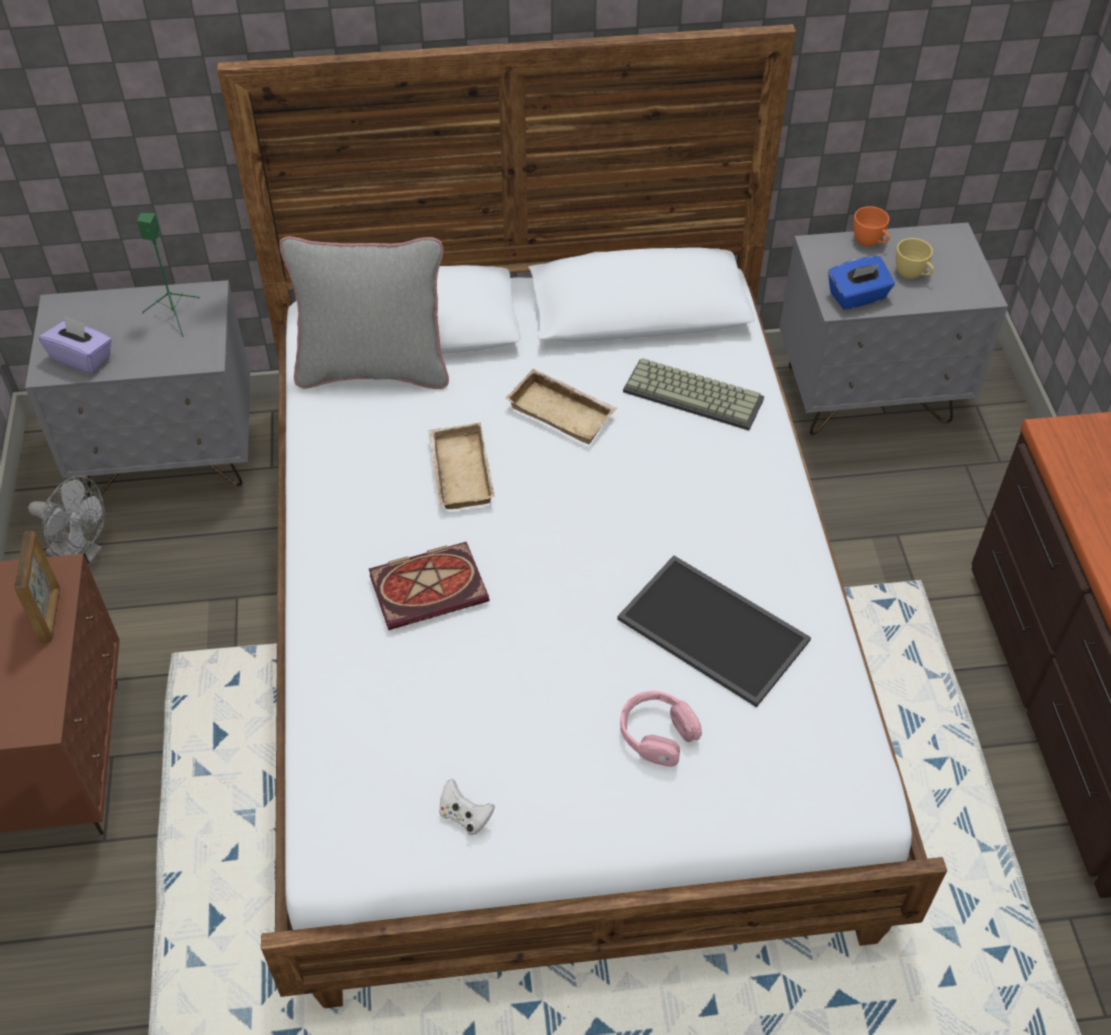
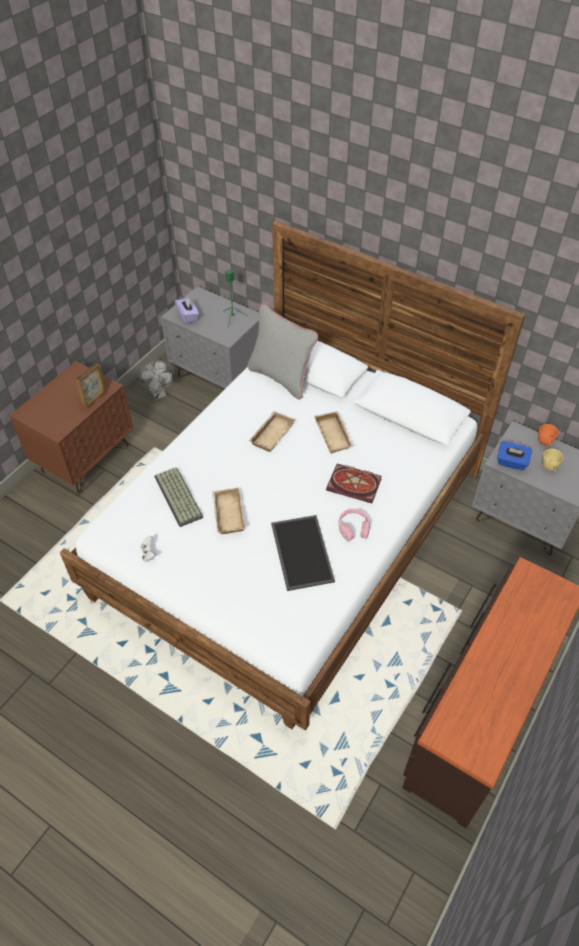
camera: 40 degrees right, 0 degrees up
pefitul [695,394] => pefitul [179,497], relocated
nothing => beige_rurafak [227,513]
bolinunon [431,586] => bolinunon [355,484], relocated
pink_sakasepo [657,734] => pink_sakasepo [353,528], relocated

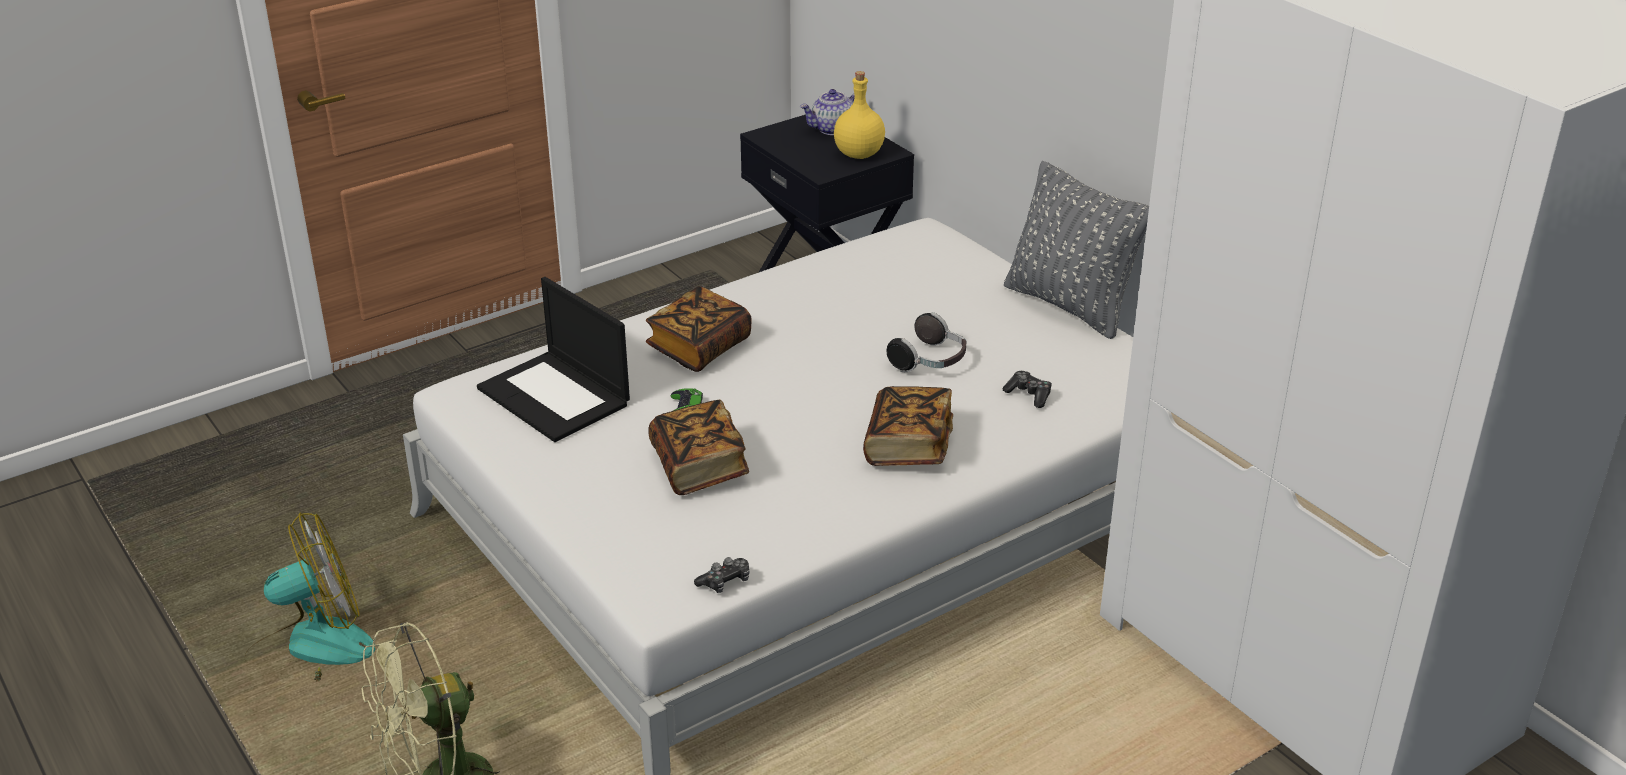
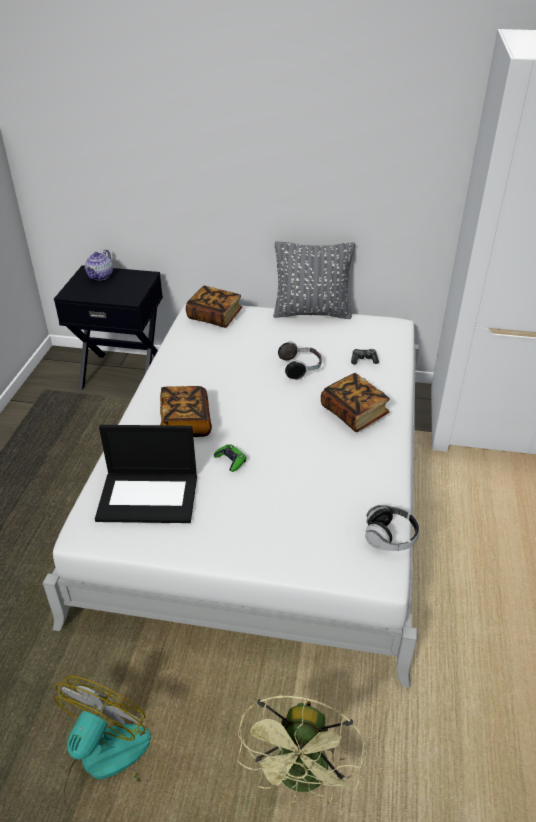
camera: 45 degrees left, 5 degrees up
bolinunon [699,467] => bolinunon [214,317], relocated
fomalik [725,582] => sakasepo [390,537]
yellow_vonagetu [858,154] => nothing

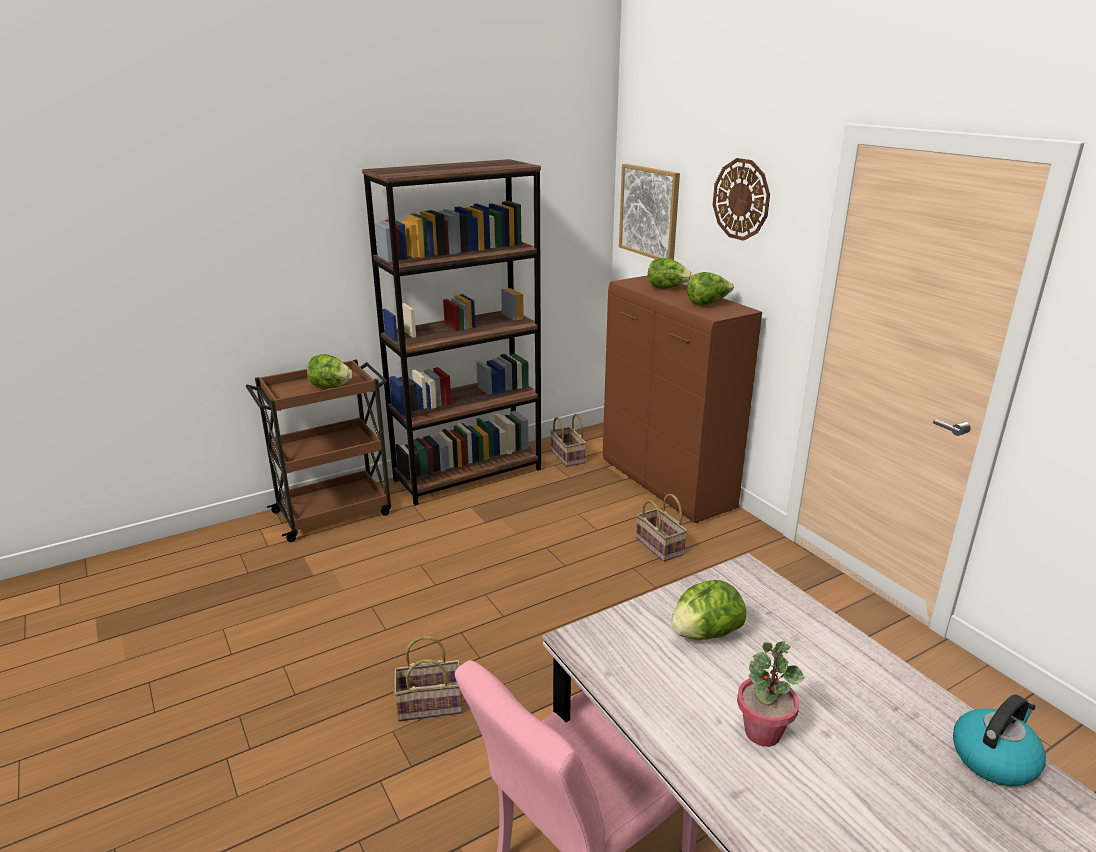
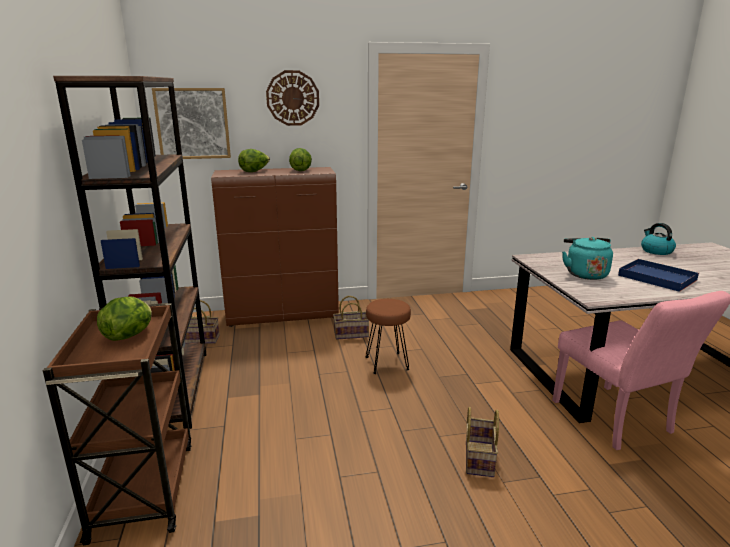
camera: 70 degrees left, 5 degrees down
nothing => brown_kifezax [387,363]
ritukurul [705,634] => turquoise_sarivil [584,274]
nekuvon [762,732] => blue_rurafak [655,277]

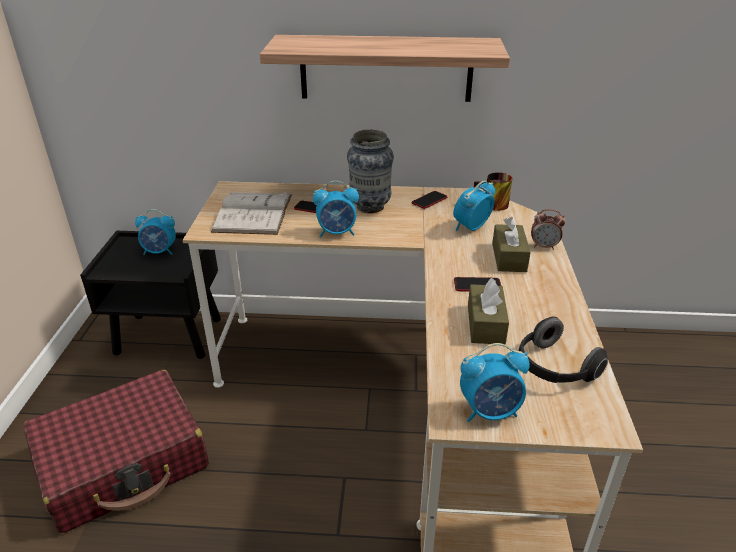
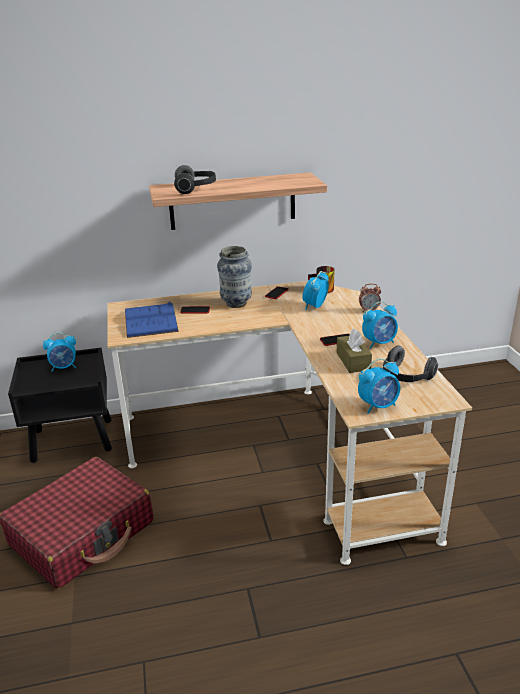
camera: 15 degrees left, 5 degrees down
white_bolinunon [253,213] => blue_bolinunon [150,320]
nothing => sakasepo [196,188]
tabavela [337,233] => tabavela [379,343], relocated
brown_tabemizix [509,257] => nothing

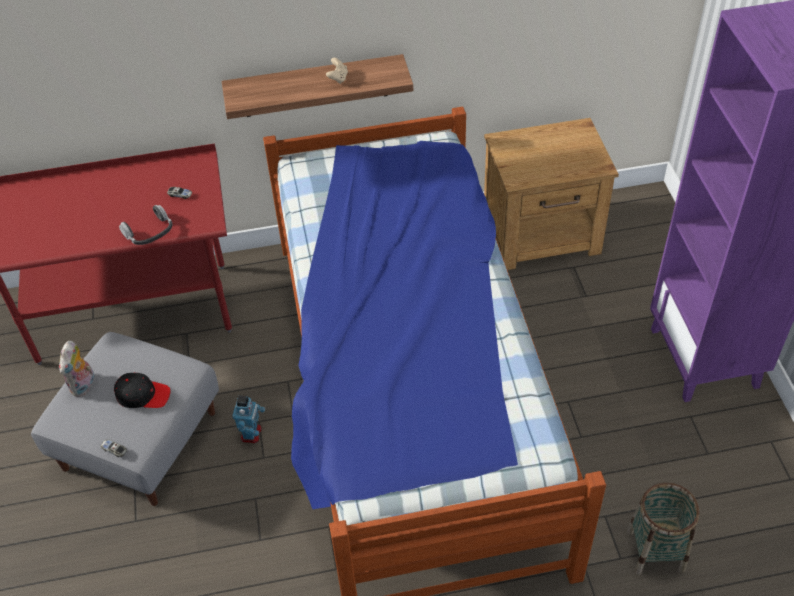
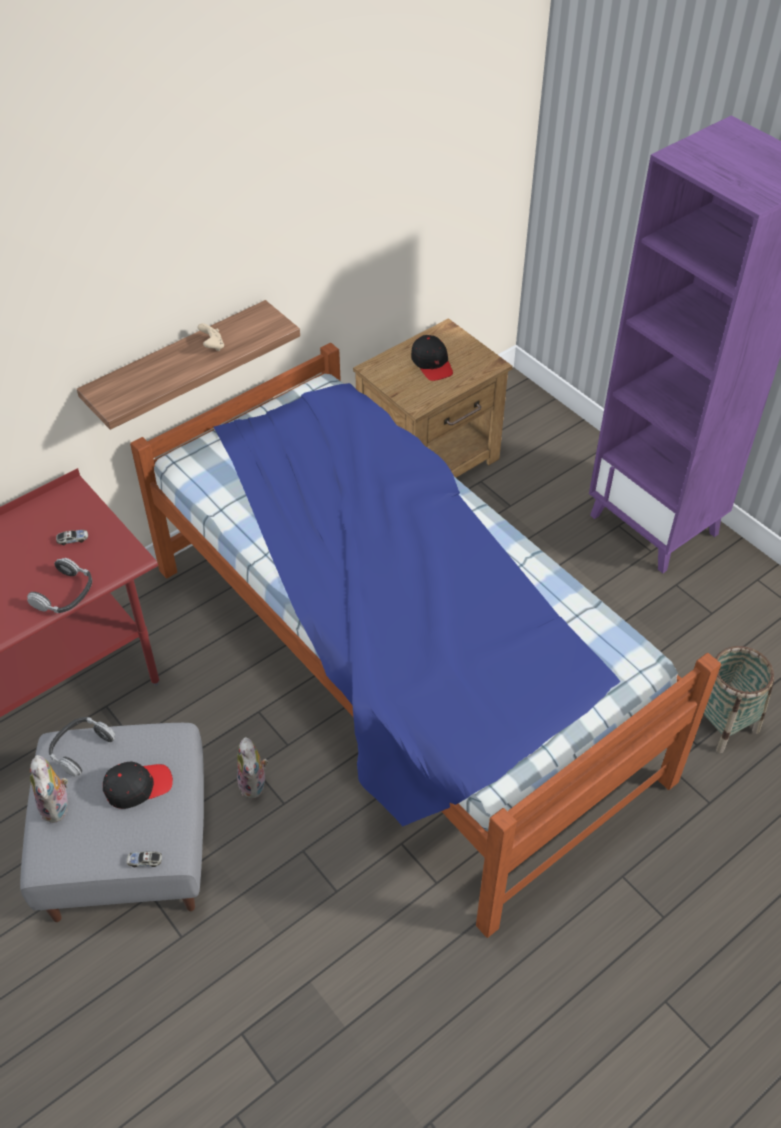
camera: 30 degrees left, 0 degrees up
nothing => sakasepo [81,748]
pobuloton [252,434] => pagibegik [255,784]
nothing => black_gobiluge [432,363]

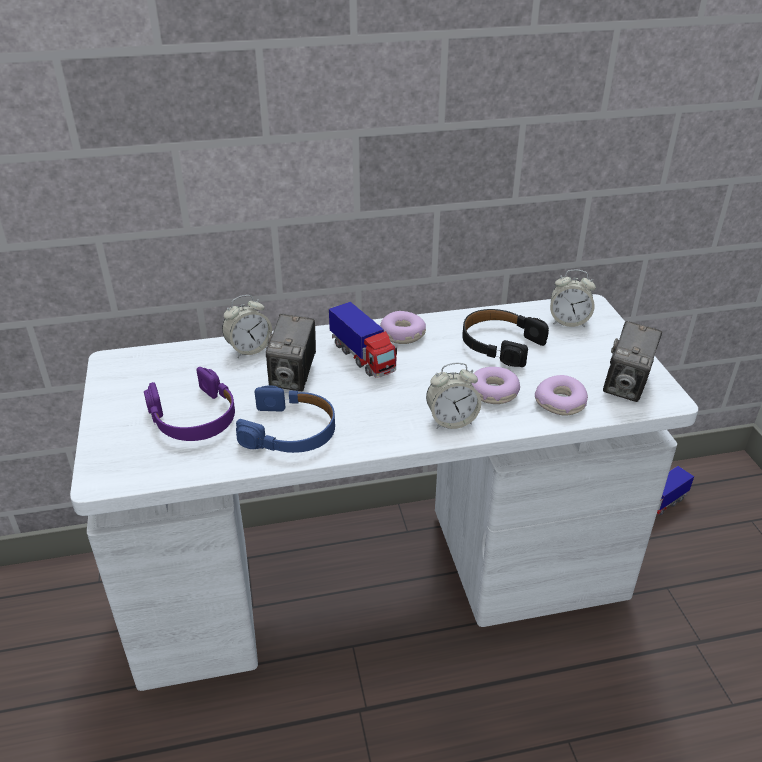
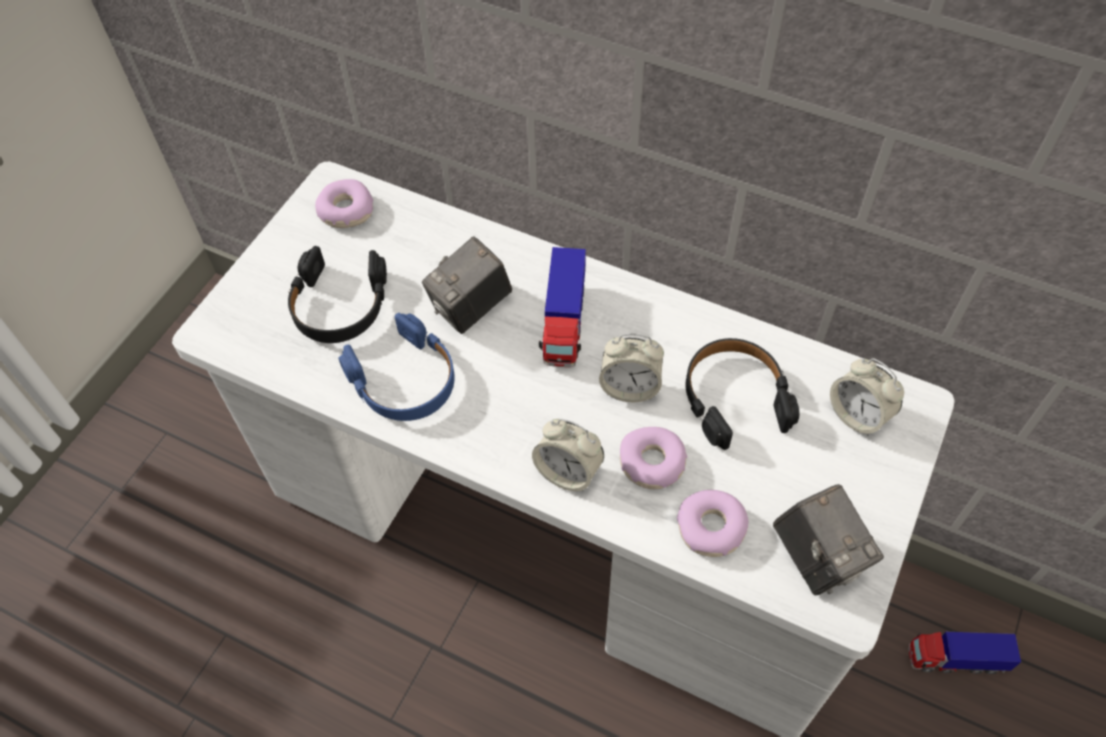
camera: 40 degrees right, 20 degrees up
purple_sakasepo [194,417] => black_sakasepo [339,305]
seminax [402,335] => seminax [345,211], relocated
tabavela [249,349] => tabavela [630,387], relocated
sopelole [626,386] => sopelole [817,557], 90 degrees counterclockwise

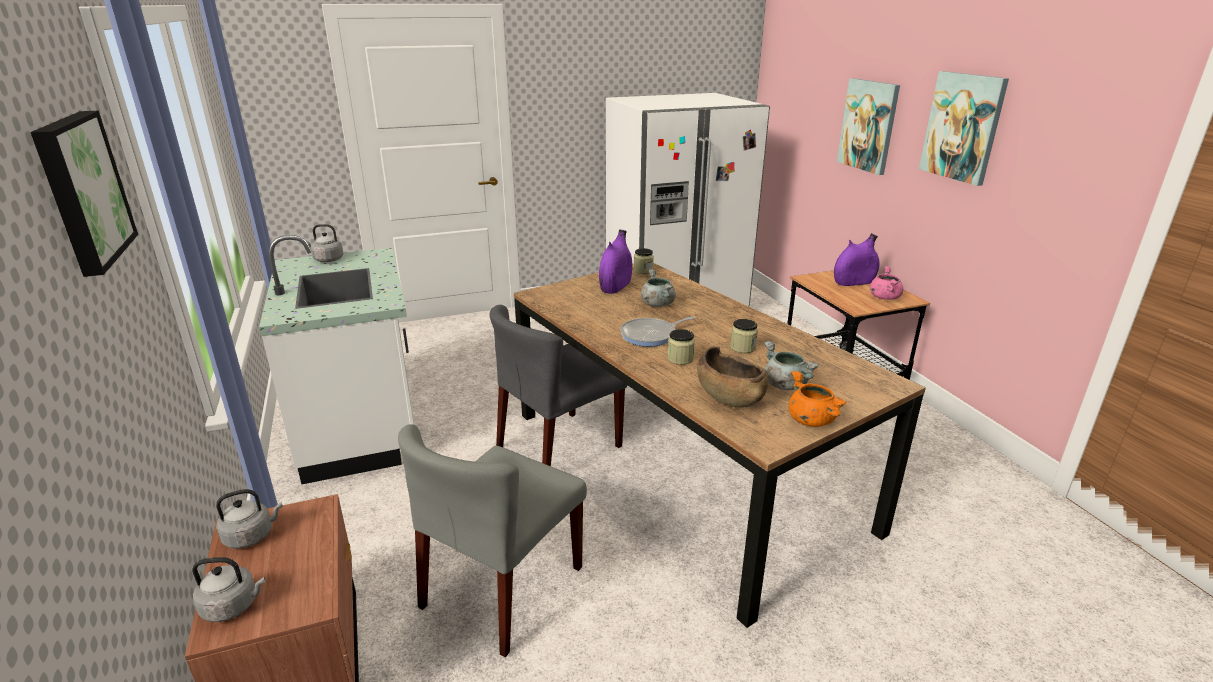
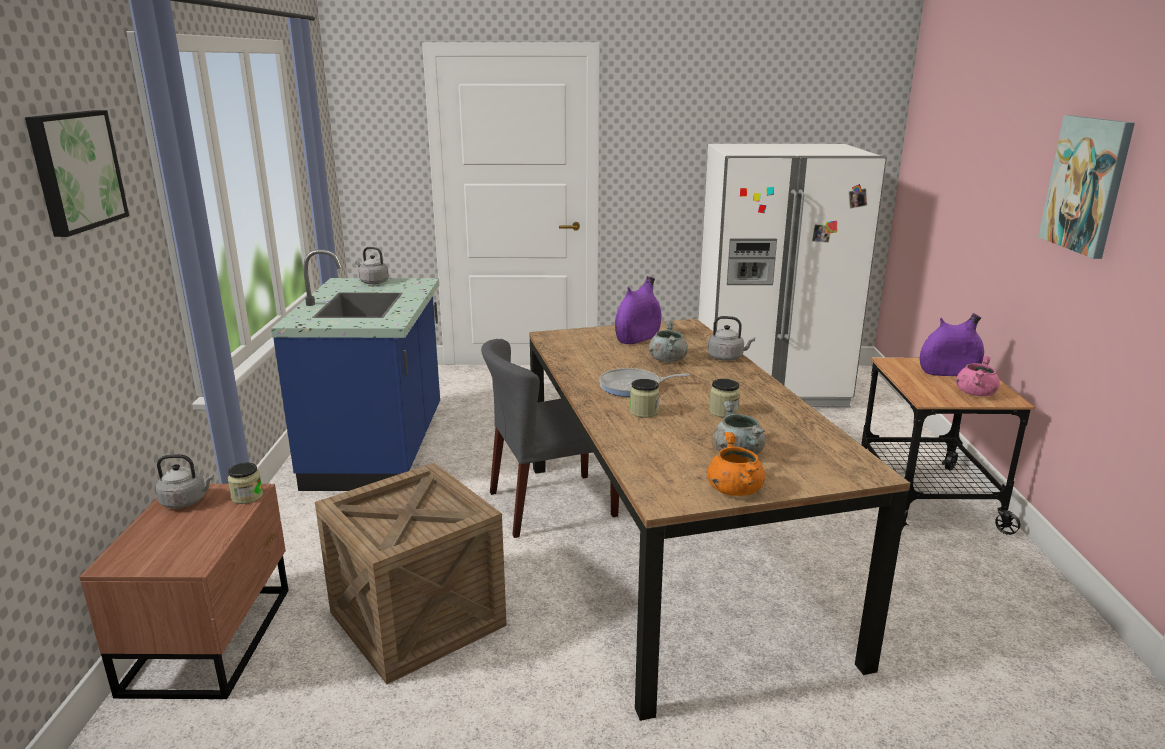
camera: 20 degrees right, 5 degrees down
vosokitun [643,271] => vosokitun [247,496], relocated
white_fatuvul [362,425] => blue_fatuvul [379,450]
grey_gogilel [502,587] => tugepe [417,619]
grey_sarivil [233,606] => grey_sarivil [727,358], relocated
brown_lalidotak [729,394] => nothing
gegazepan [868,125] => nothing

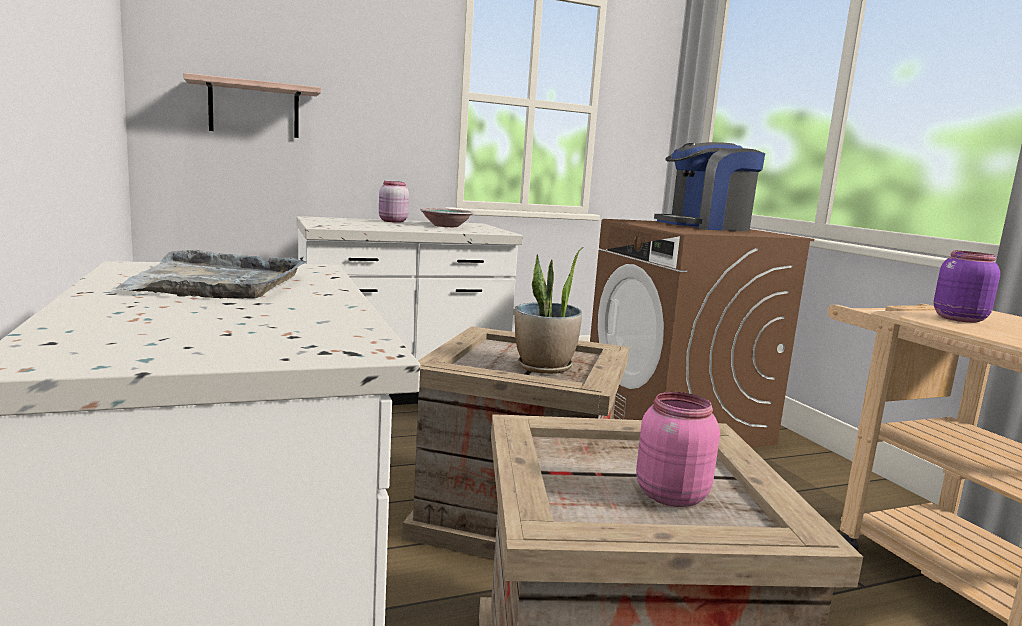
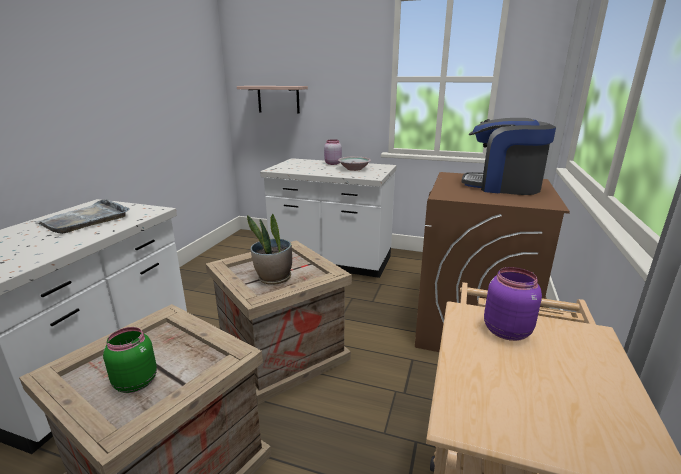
camera: 40 degrees right, 10 degrees up
pink_vosokitun [668,495] => green_vosokitun [135,382]

